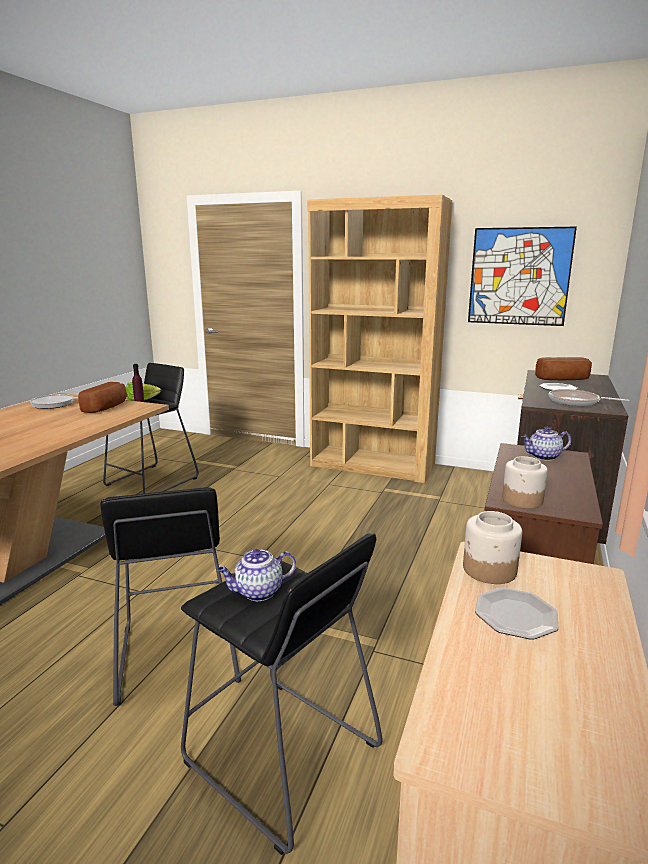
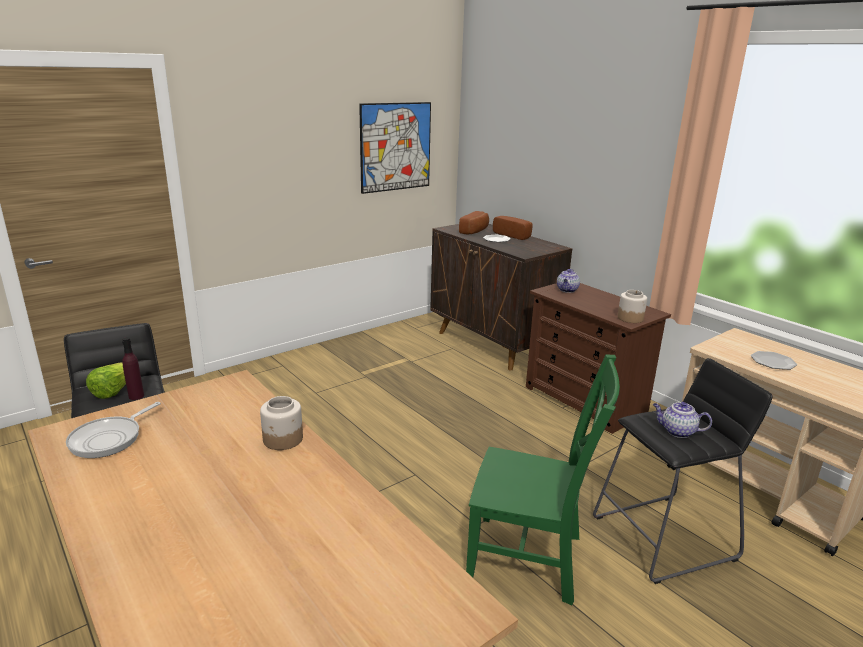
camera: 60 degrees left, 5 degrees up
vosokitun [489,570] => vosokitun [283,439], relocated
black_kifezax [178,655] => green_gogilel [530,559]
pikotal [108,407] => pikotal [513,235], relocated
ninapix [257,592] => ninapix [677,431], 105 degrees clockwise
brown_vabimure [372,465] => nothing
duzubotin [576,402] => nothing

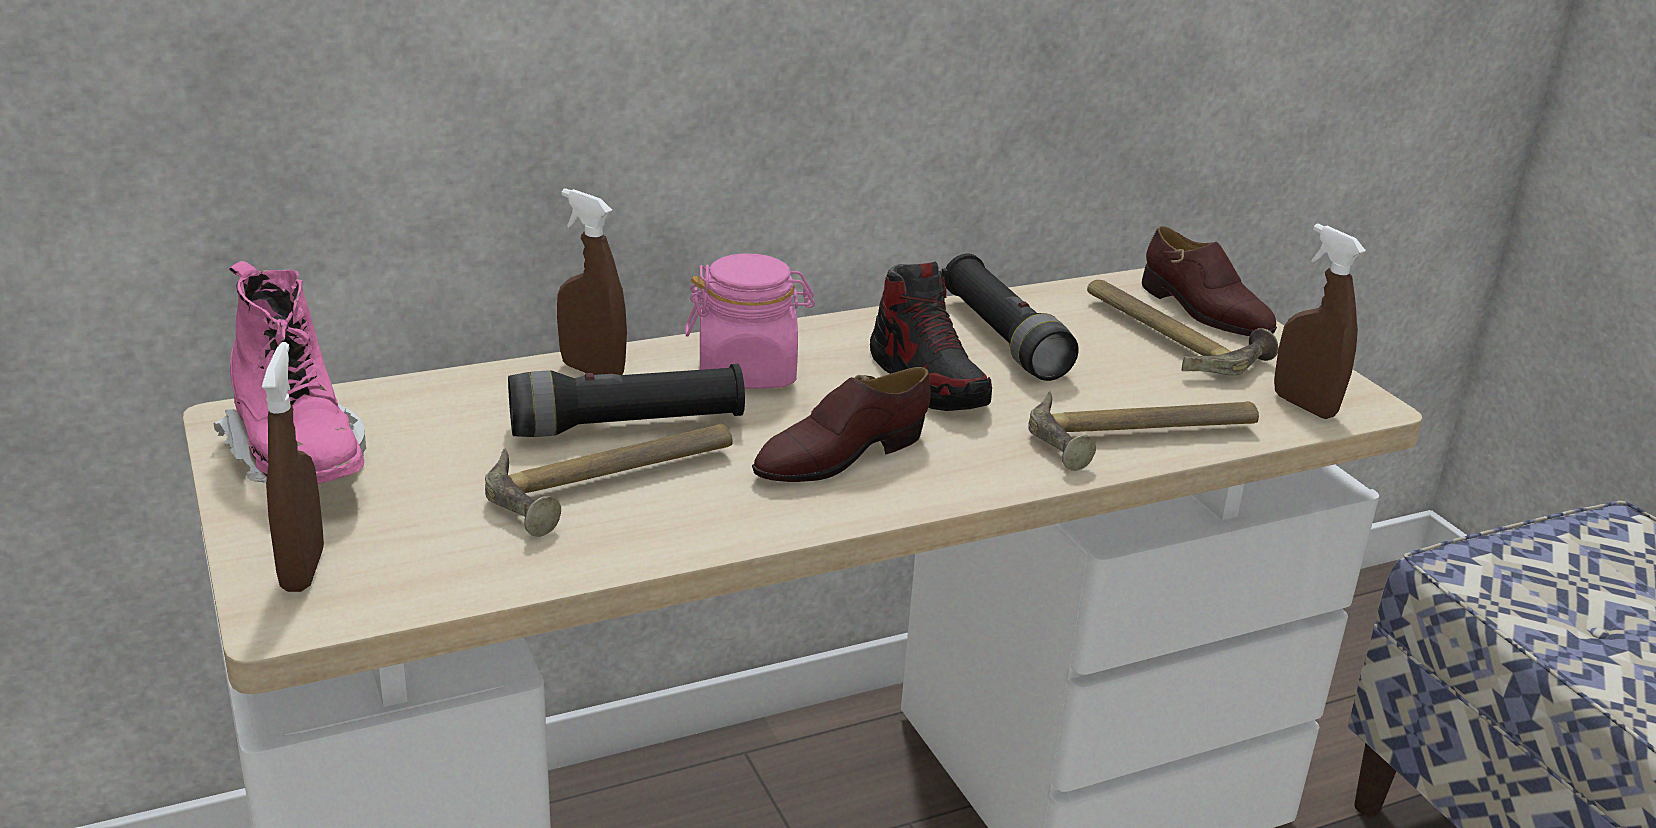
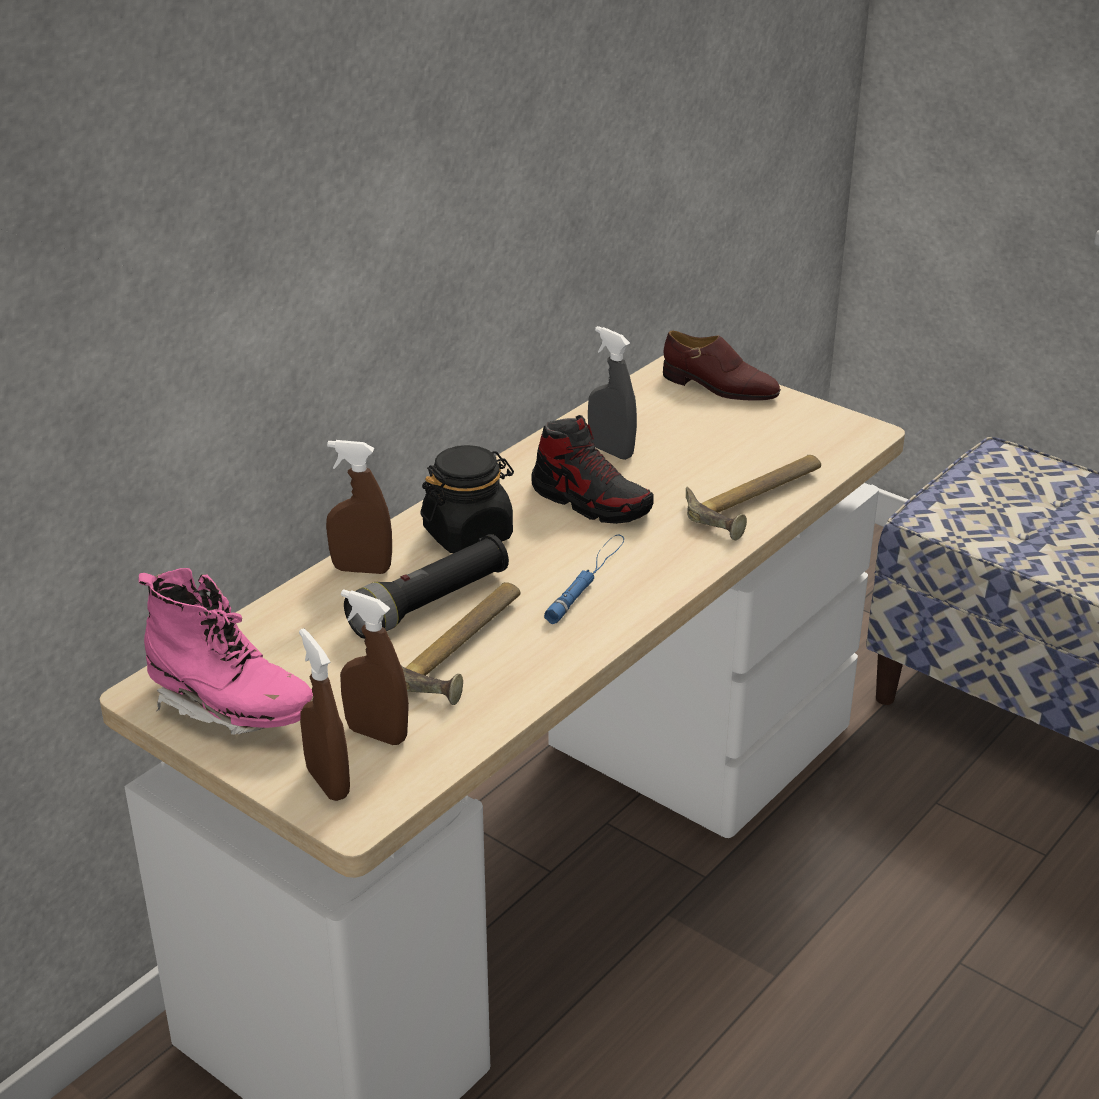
camera: 25 degrees left, 5 degrees up
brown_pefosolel [1304,405] => brown_pefosolel [377,734], relocated
pink_vosokitun [748,372] => black_vosokitun [468,534]
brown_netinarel [839,456] => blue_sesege [587,578]
black_sesege [1003,338] => grey_pefosolel [611,451]
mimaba [1170,336] => nothing

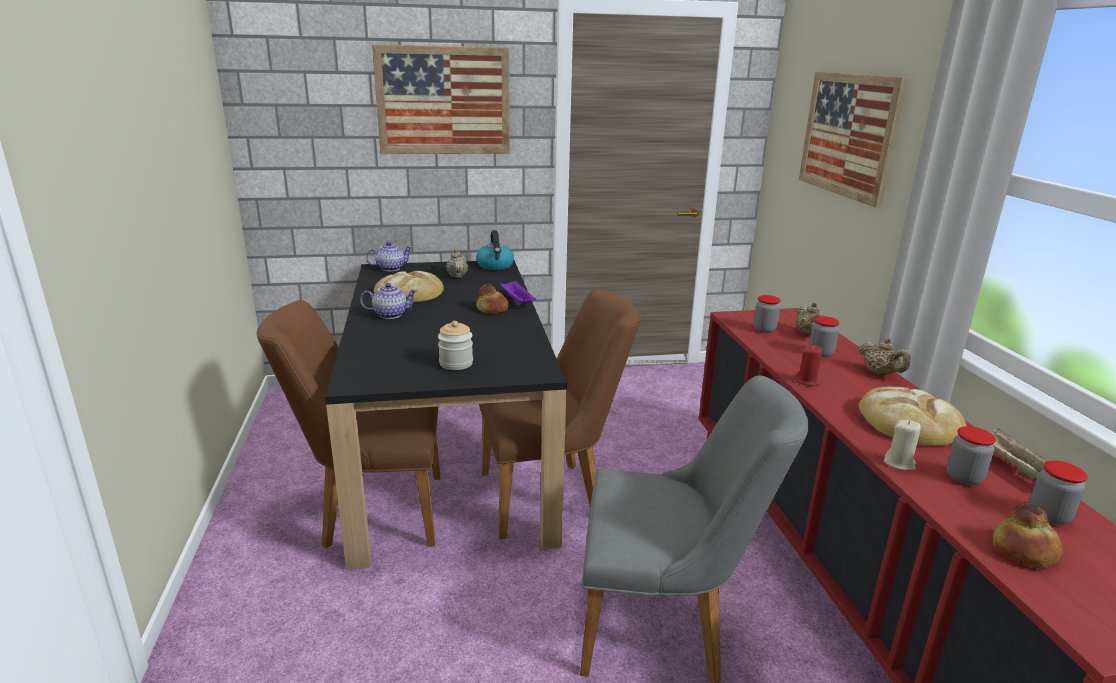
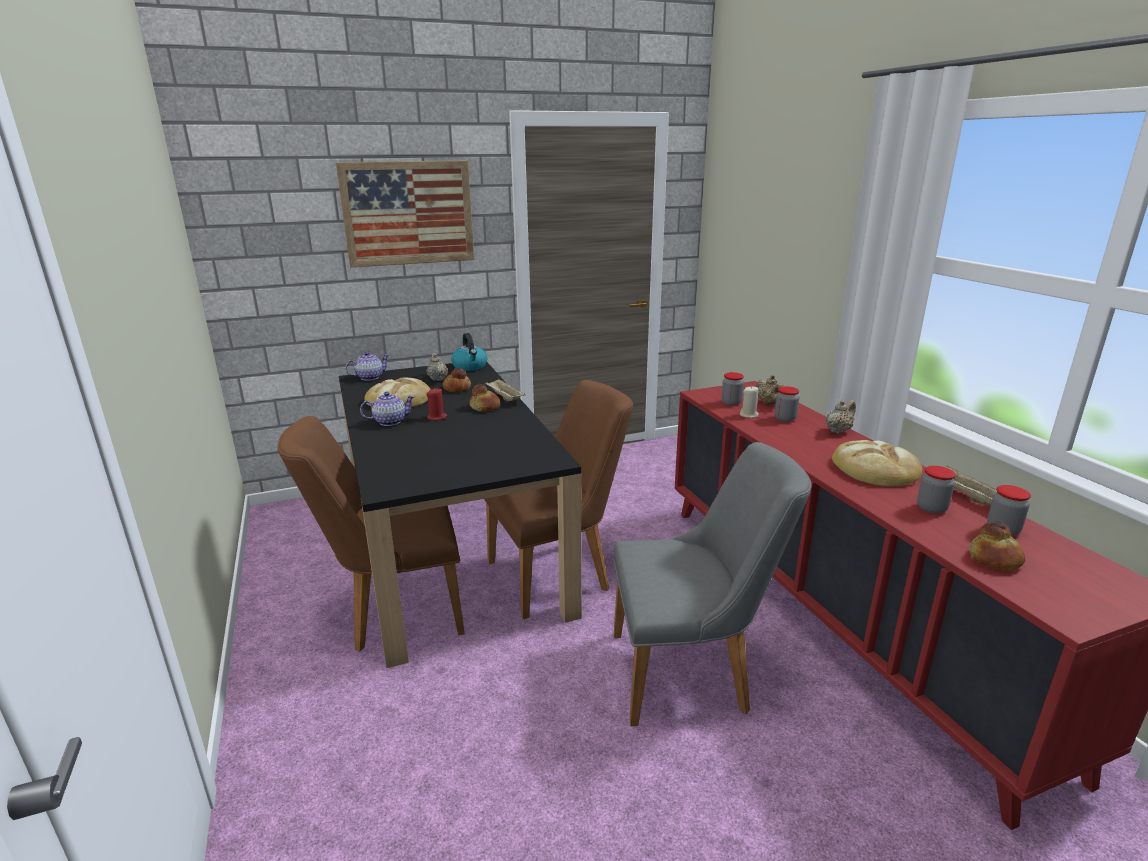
camera: 10 degrees left, 0 degrees up
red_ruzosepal [807,381] => red_ruzosepal [437,417], relocated
nothing => pikotal [456,388]
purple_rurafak [517,301] => beige_rurafak [504,398]
beige_ruzosepal [899,463] => beige_ruzosepal [749,415], relocated
beige_ninapix [880,373] => beige_ninapix [838,431], 90 degrees counterclockwise
vosokitun [456,363] => nothing
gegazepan [848,135] => nothing

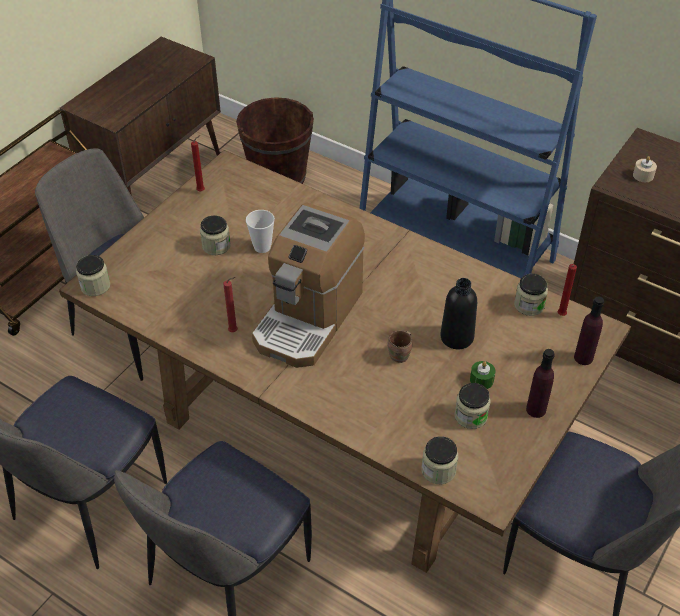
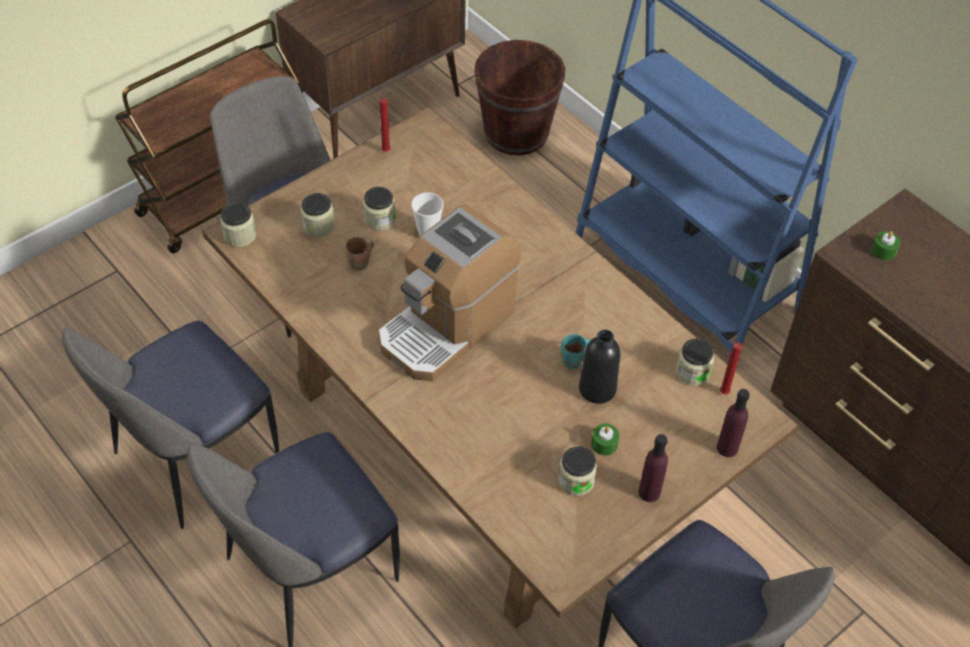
camera: 15 degrees right, 5 degrees up
vosokitun [438,470] => vosokitun [318,226], relocated
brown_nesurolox [401,356] => brown_nesurolox [360,264], relocated
nothing => turquoise_nesurolox [574,361]
beige_ruzosepal [643,175] => green_ruzosepal [883,251]
red_ruzosepal [234,331] => nothing

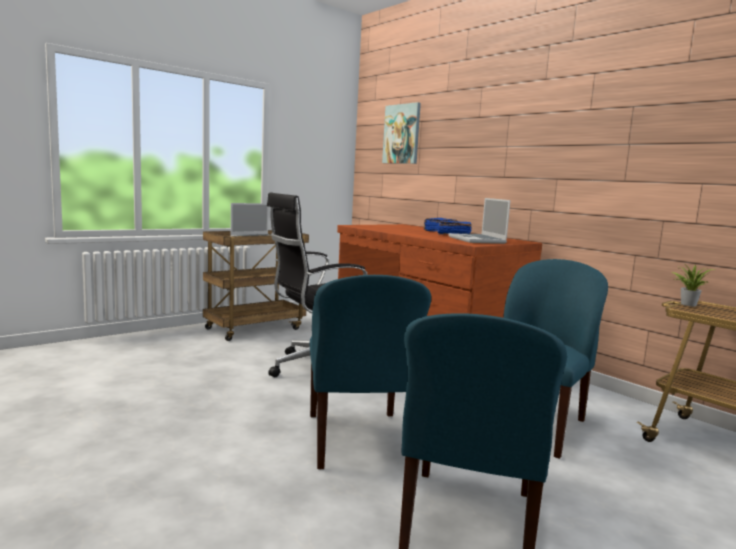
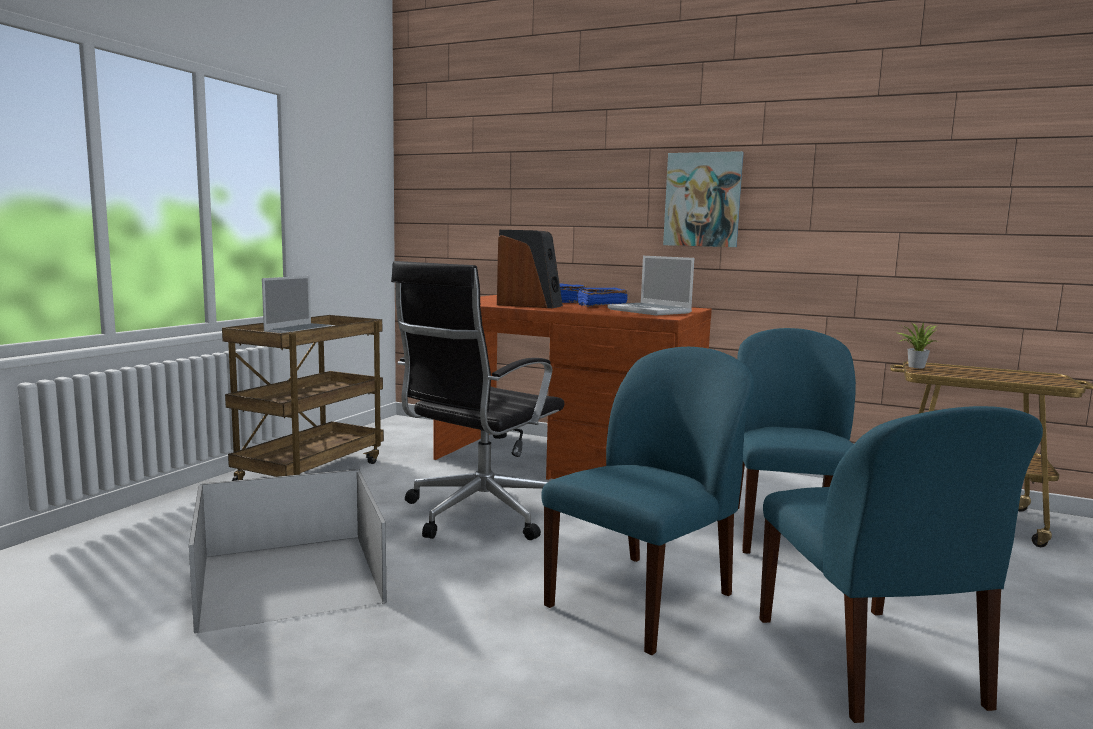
camera: 25 degrees left, 0 degrees up
nothing => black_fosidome [286,579]
nothing => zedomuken [529,305]
blue_gogilel [358,441] => blue_gogilel [643,599], 105 degrees counterclockwise
gegazepan [402,134] => gegazepan [703,200], relocated

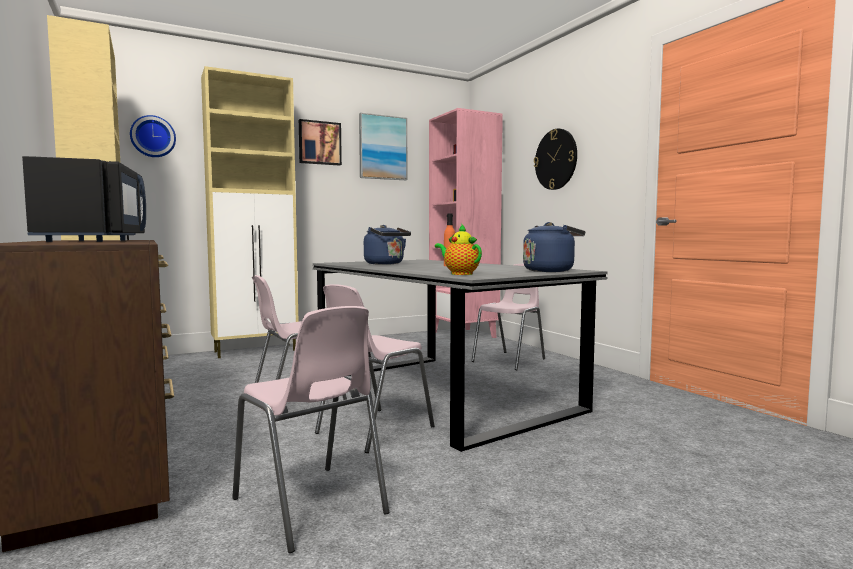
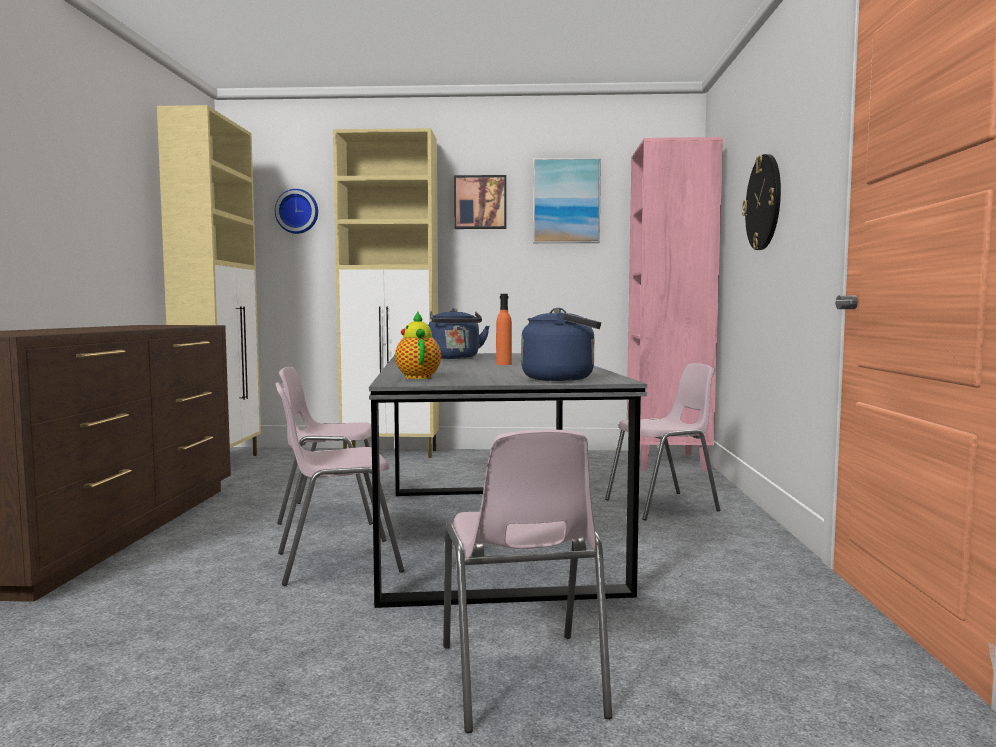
camera: 30 degrees right, 0 degrees up
pink_gogilel [310,507] => pink_gogilel [521,681], relocated
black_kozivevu [96,241] => nothing

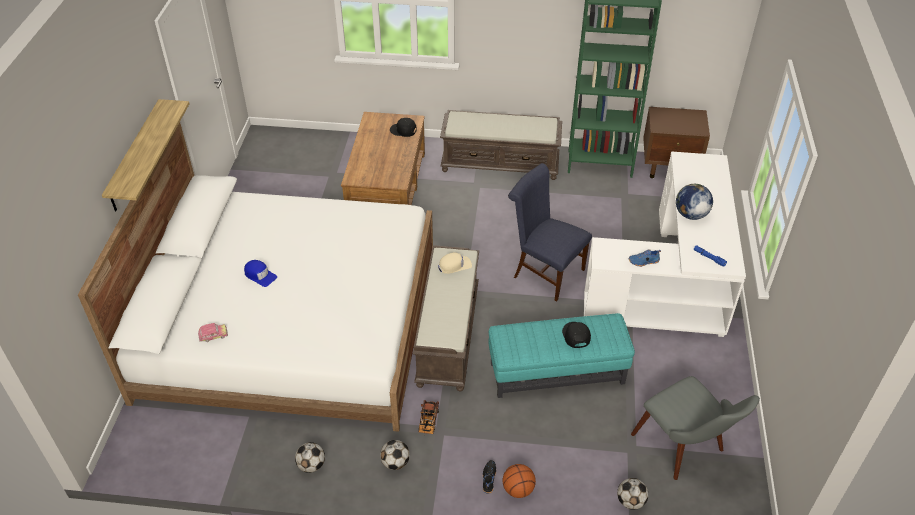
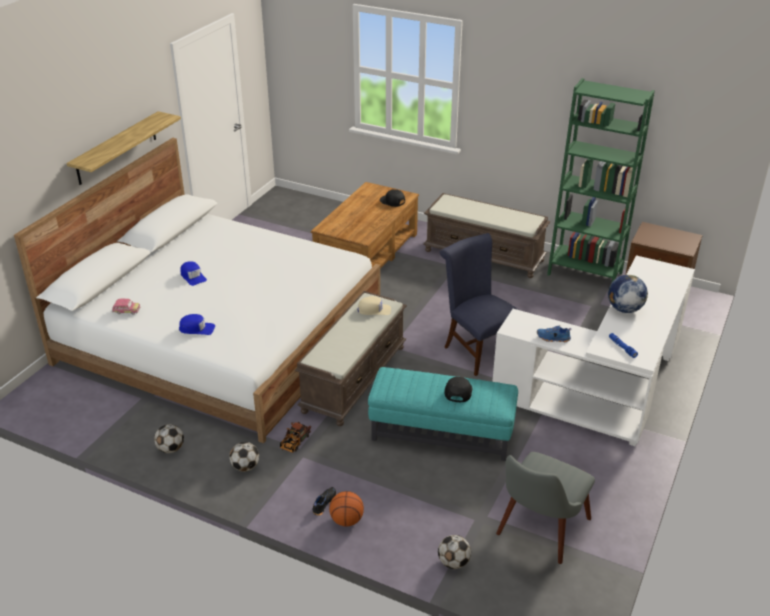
camera: 20 degrees right, 10 degrees down
nothing => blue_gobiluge [197,328]
grey_gogilel [685,449] => grey_gogilel [538,534], 45 degrees clockwise

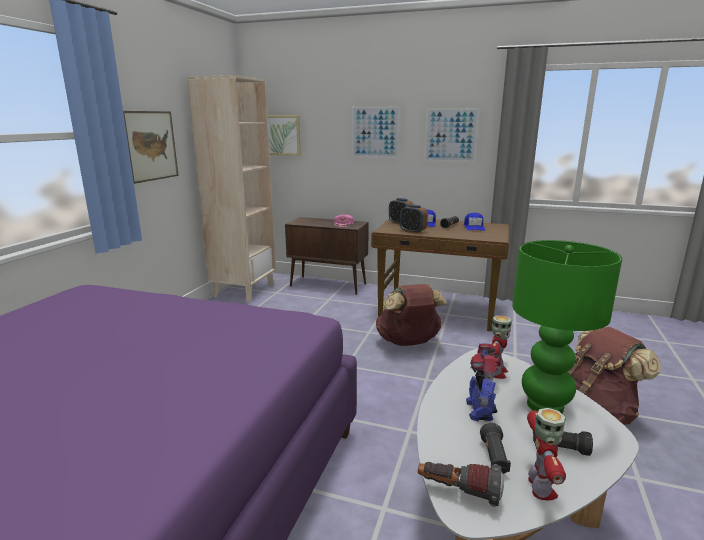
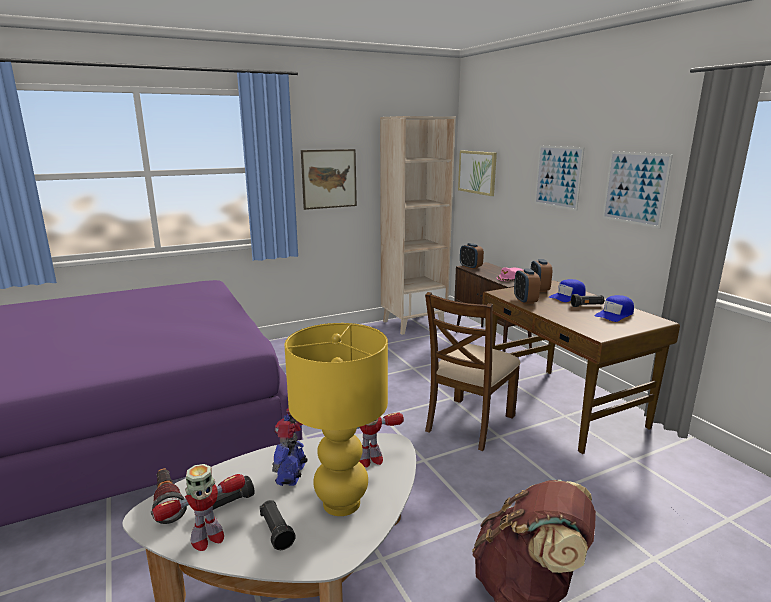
camera: 45 degrees right, 0 degrees up
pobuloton [480,410] => pobuloton [292,474], 45 degrees counterclockwise
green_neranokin [544,406] => yellow_neranokin [340,503]
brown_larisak [408,342] => brown_gogilel [469,423]
nothing => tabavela [470,267]

